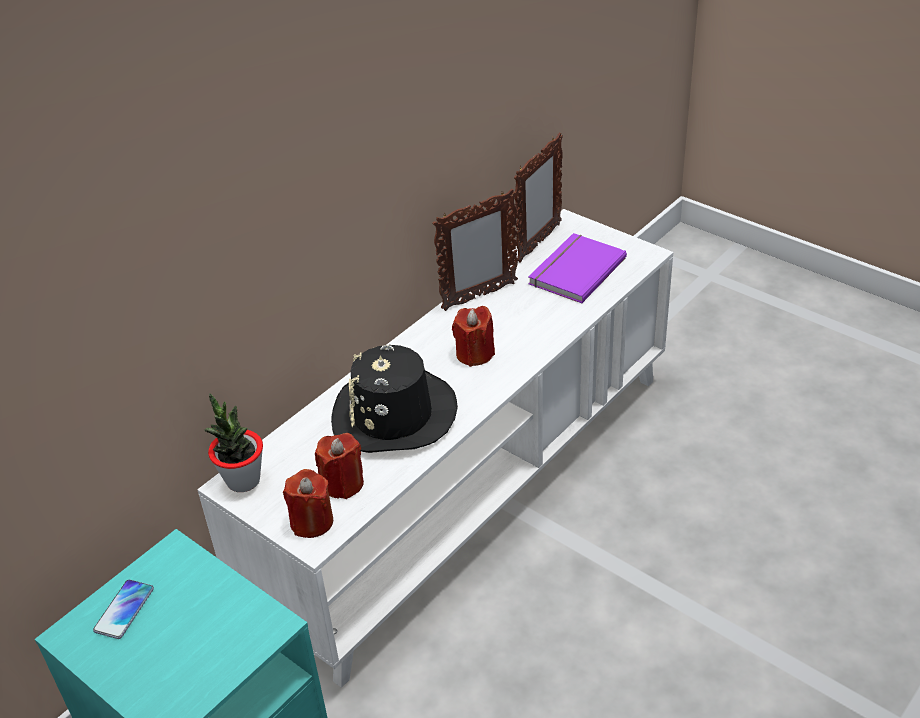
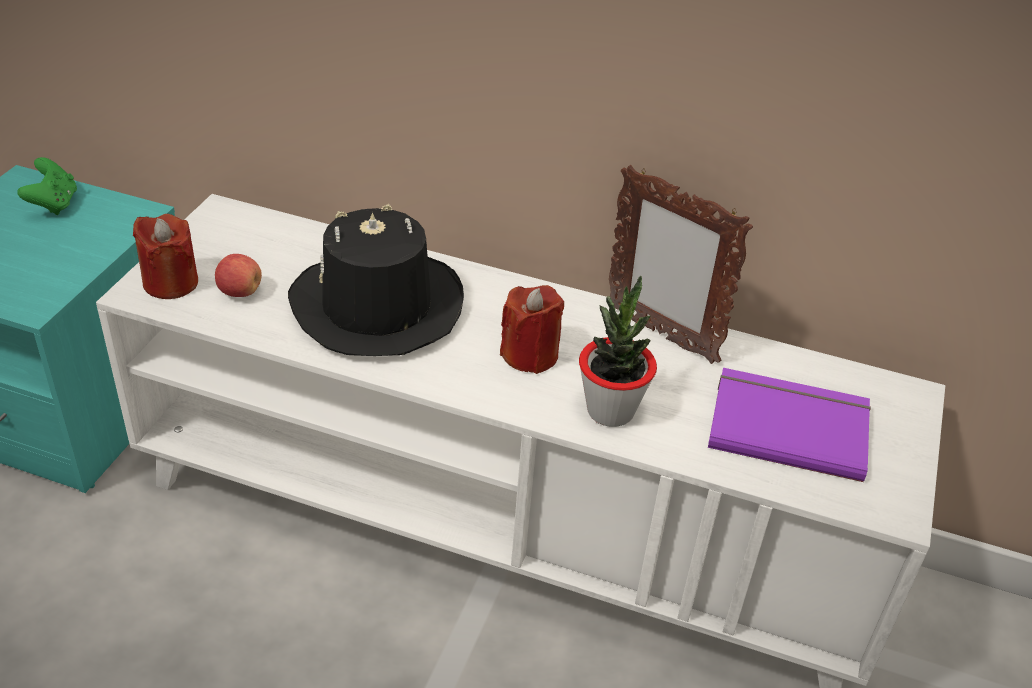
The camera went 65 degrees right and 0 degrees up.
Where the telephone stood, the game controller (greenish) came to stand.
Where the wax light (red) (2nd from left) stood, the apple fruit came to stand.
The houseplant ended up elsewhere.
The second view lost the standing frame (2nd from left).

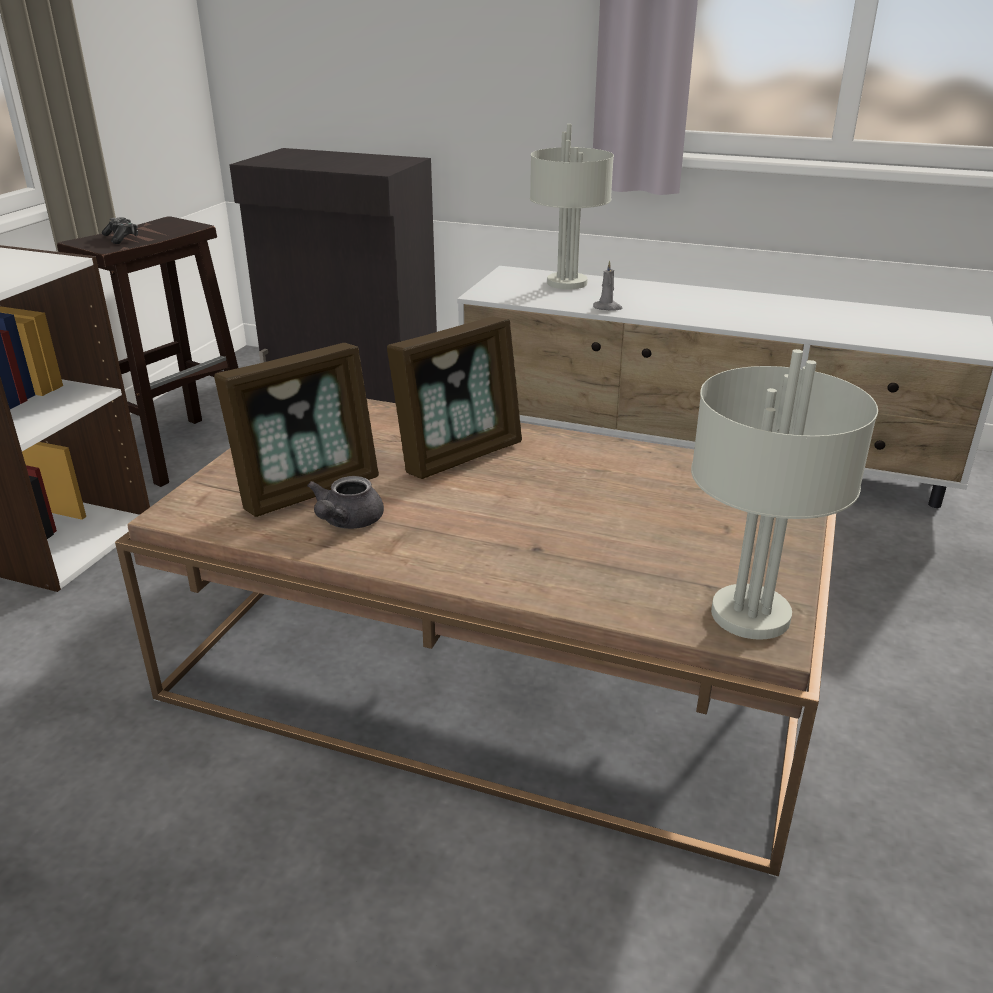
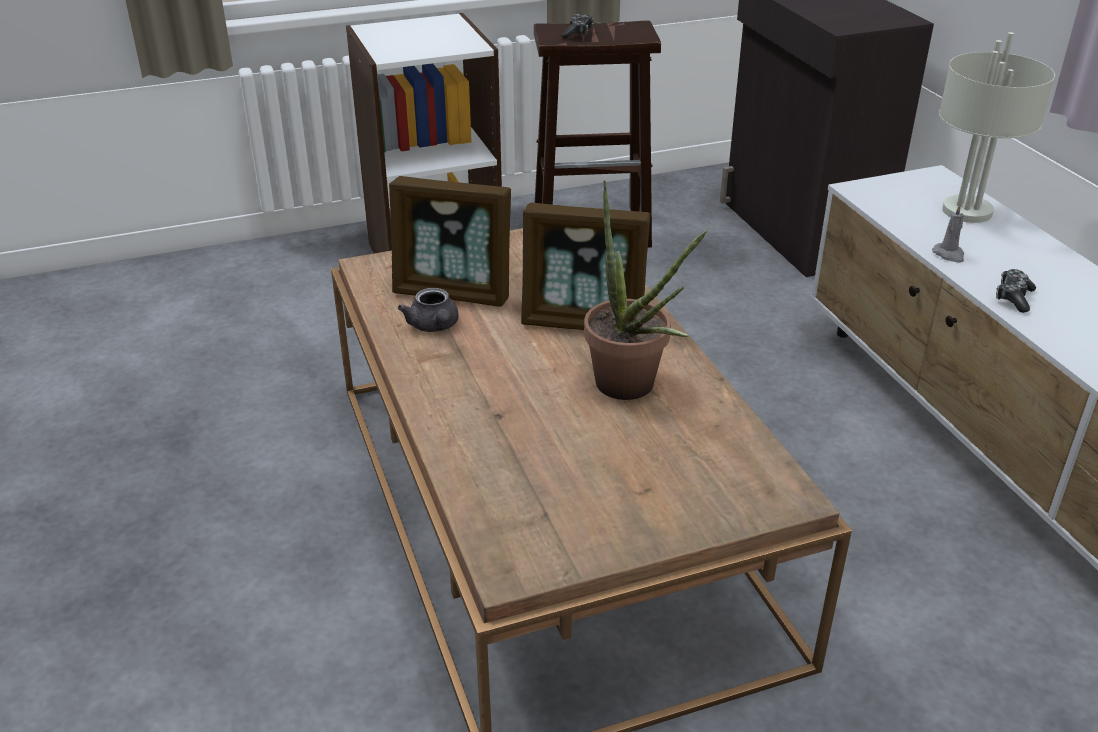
The camera went 50 degrees right and 5 degrees up.
The tea pot (greyish) ended up facing another way, 90 degrees counterclockwise from before.
The second view gained the houseplant.
The second view gained the game controller (2nd from left).
The second view lost the table lamp (greyish) (2nd from left).

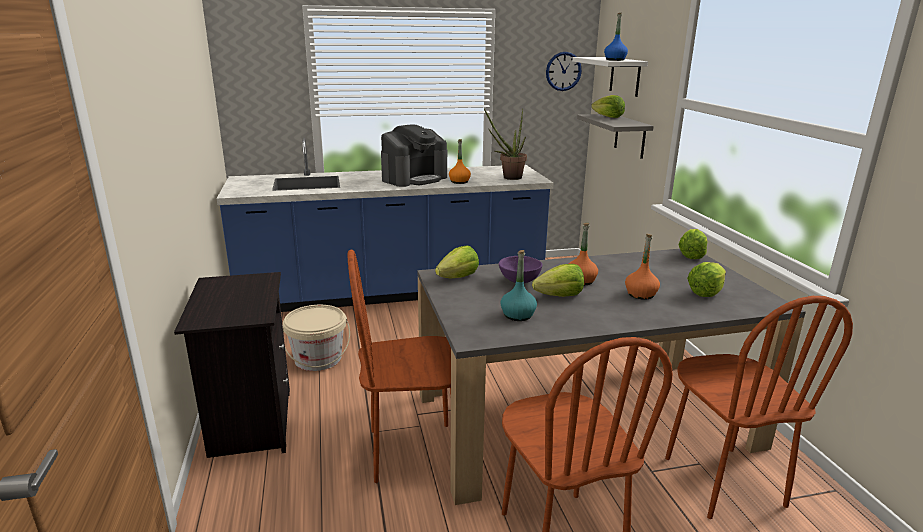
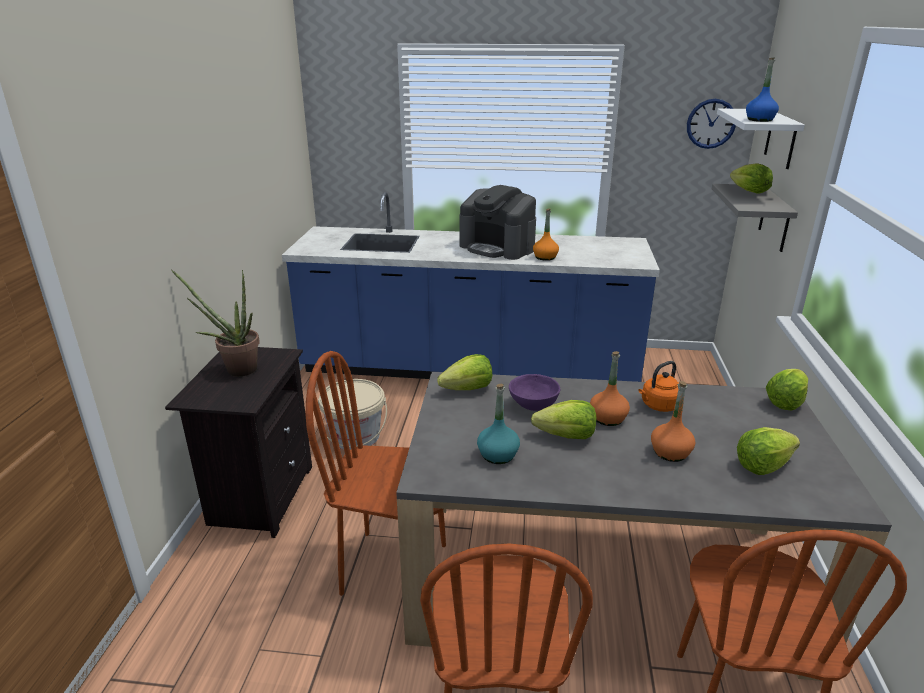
The camera went 20 degrees right and 5 degrees up.
The houseplant ended up elsewhere.
The coffee maker ended up facing another way, 60 degrees clockwise from before.
The second view gained the tea kettle (orangey).

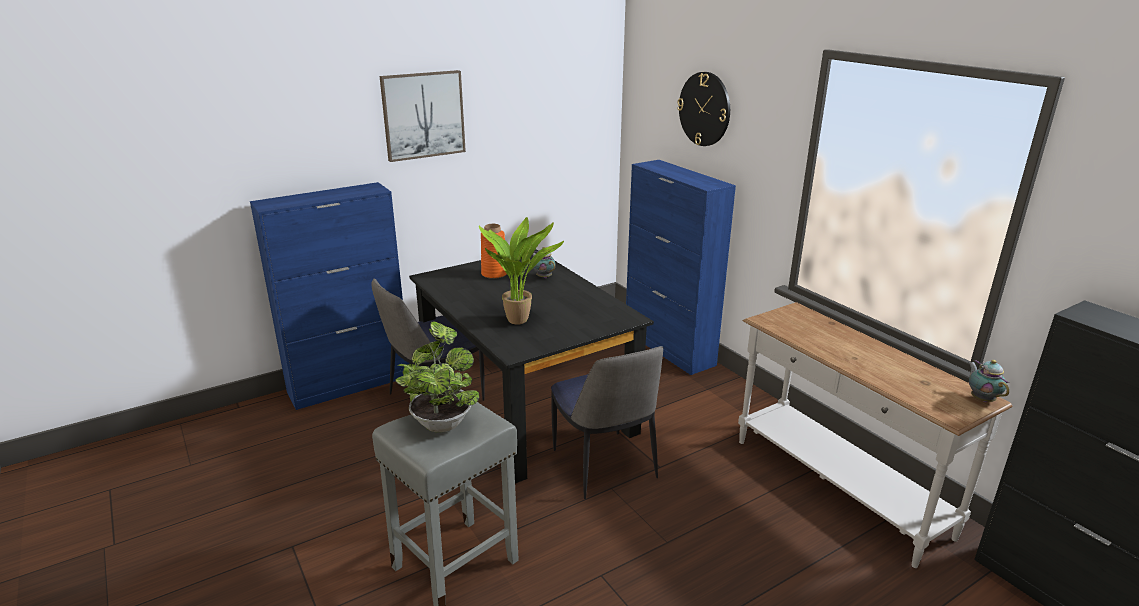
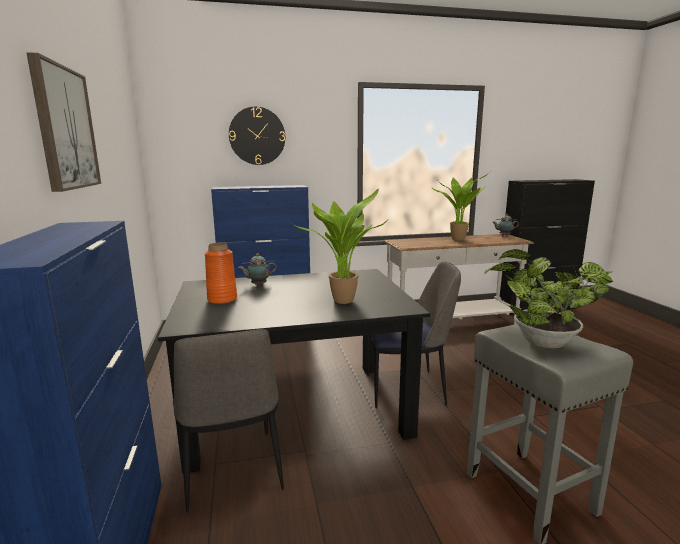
The camera went 70 degrees left and 10 degrees down.
The second view gained the houseplant (2nd from left).

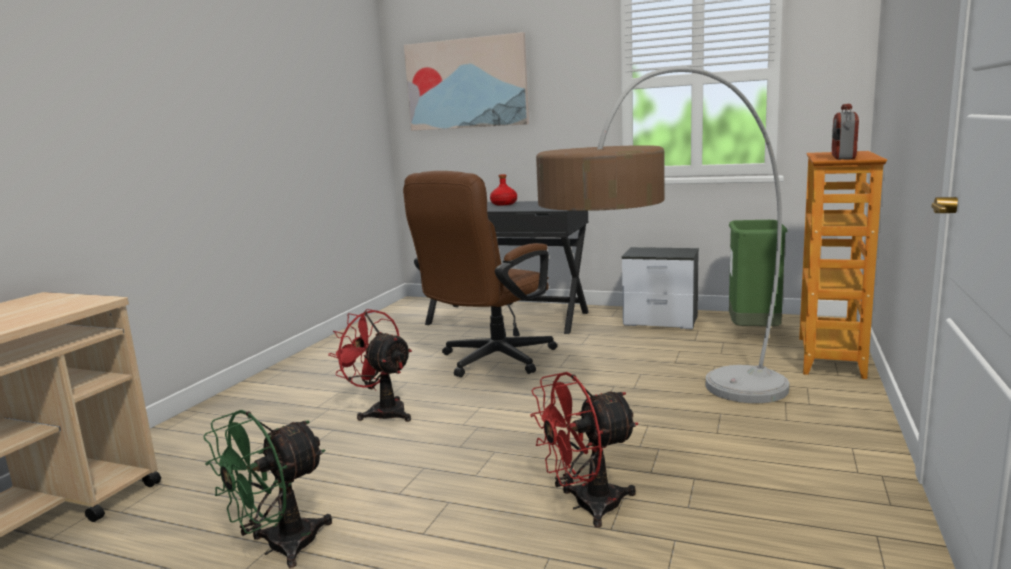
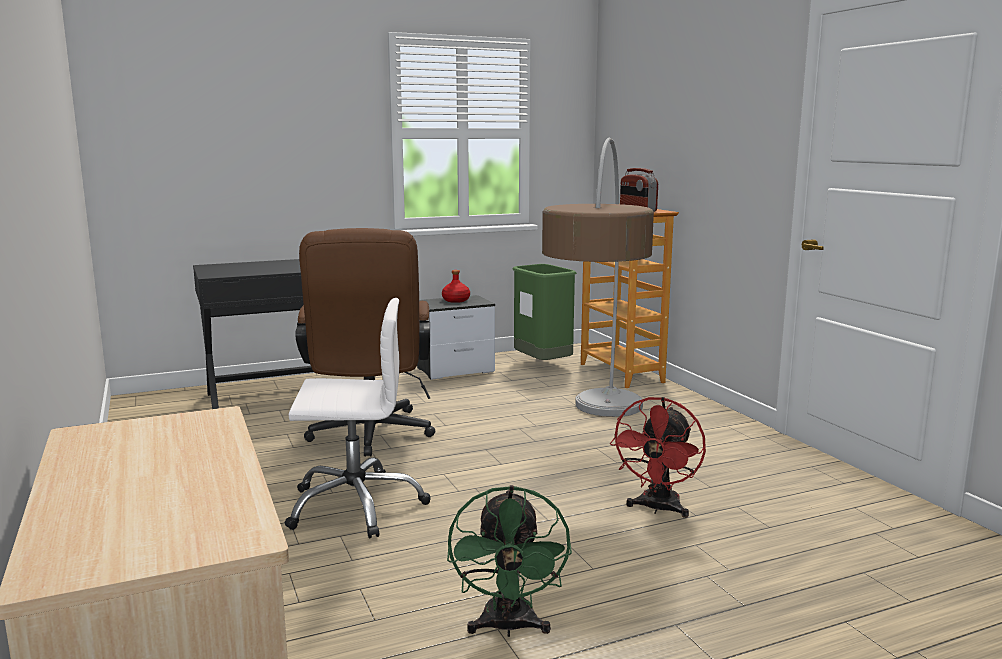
The camera went 45 degrees left and 0 degrees up.
Where the electric fan (red) (1st from left) stood, the computer chair (whitish) came to stand.
The bottle (red) ended up elsewhere.
The second view lost the picture.

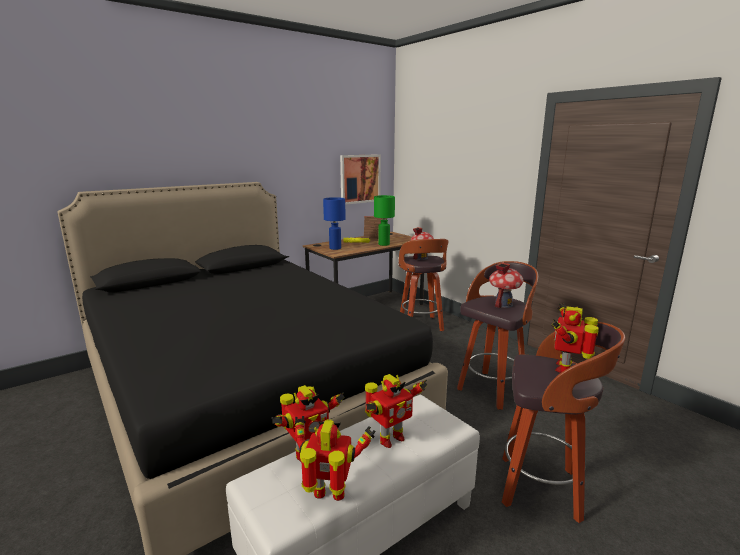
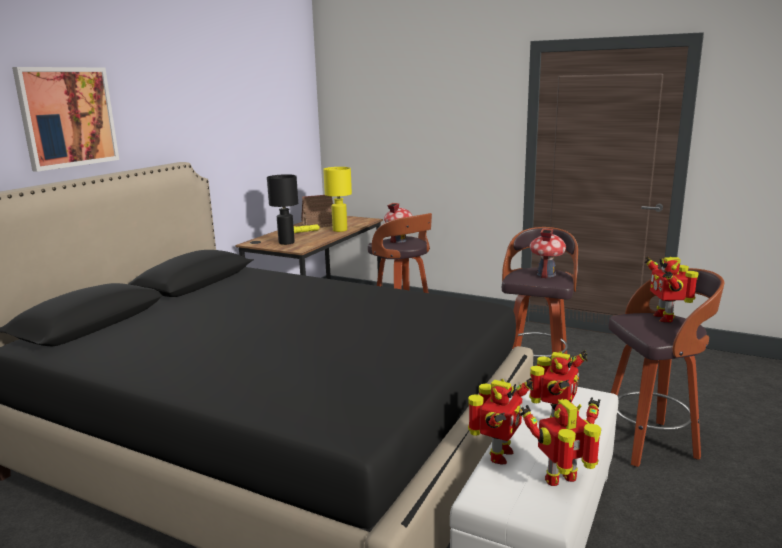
The camera went 25 degrees left and 0 degrees up.
The picture ended up elsewhere.
What was the table lamp (blue) turned into the table lamp (blackish).
What was the table lamp (greenish) turned into the table lamp (yellow-coloured).

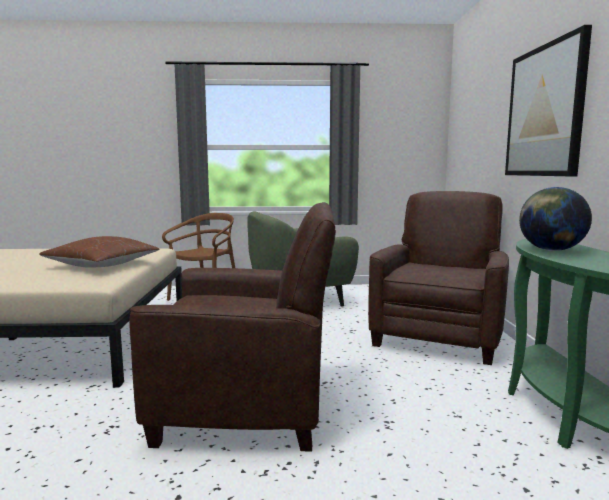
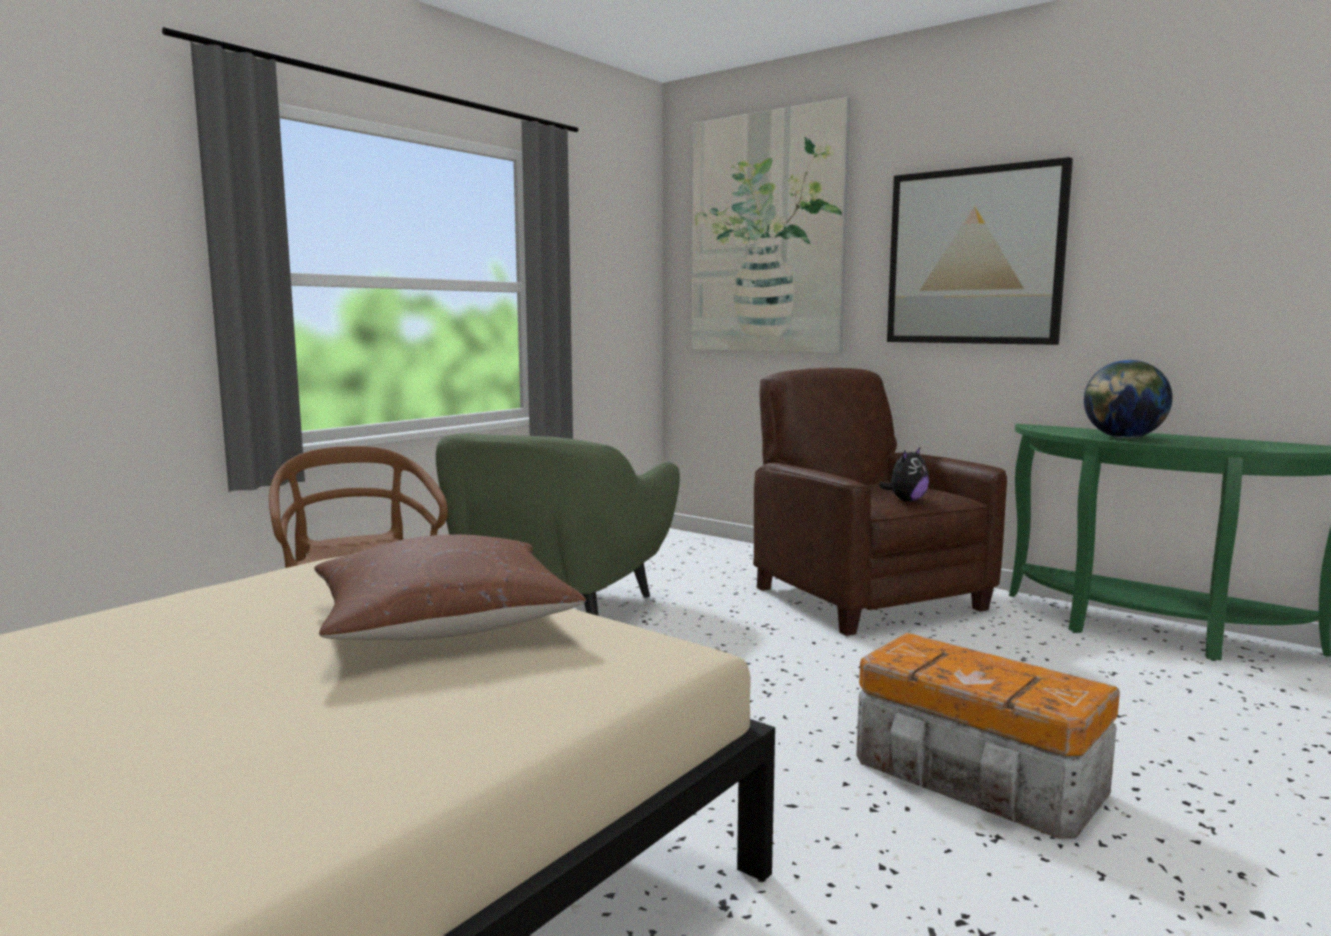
The camera went 50 degrees left and 0 degrees up.
The second view gained the picture (1st from left).
Where the lounge chair (brown) (1st from left) stood, the storage bin came to stand.
The second view gained the cuddly toy.

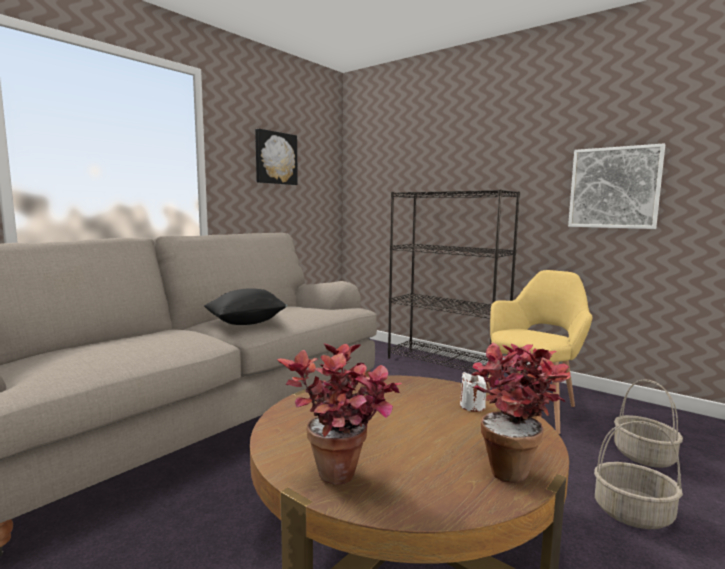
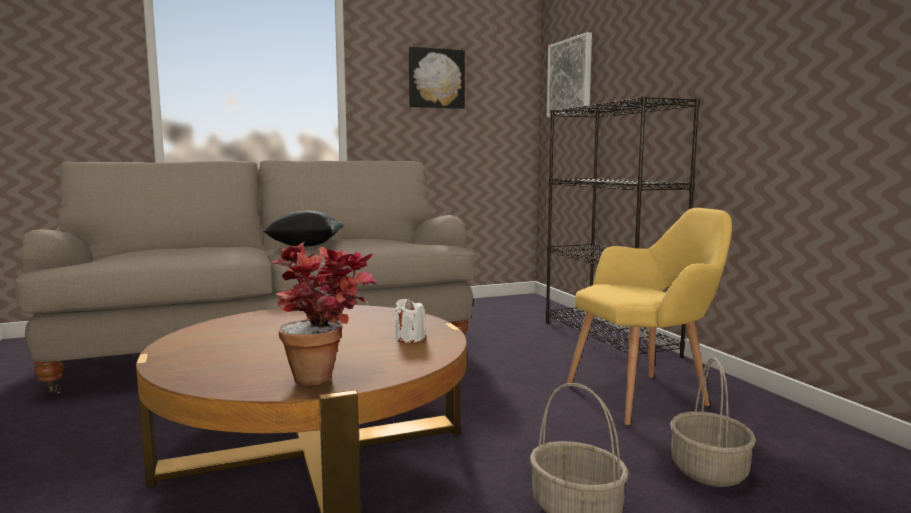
The camera went 30 degrees right and 0 degrees up.
The picture (2nd from left) ended up elsewhere.
The second view lost the houseplant (1st from left).

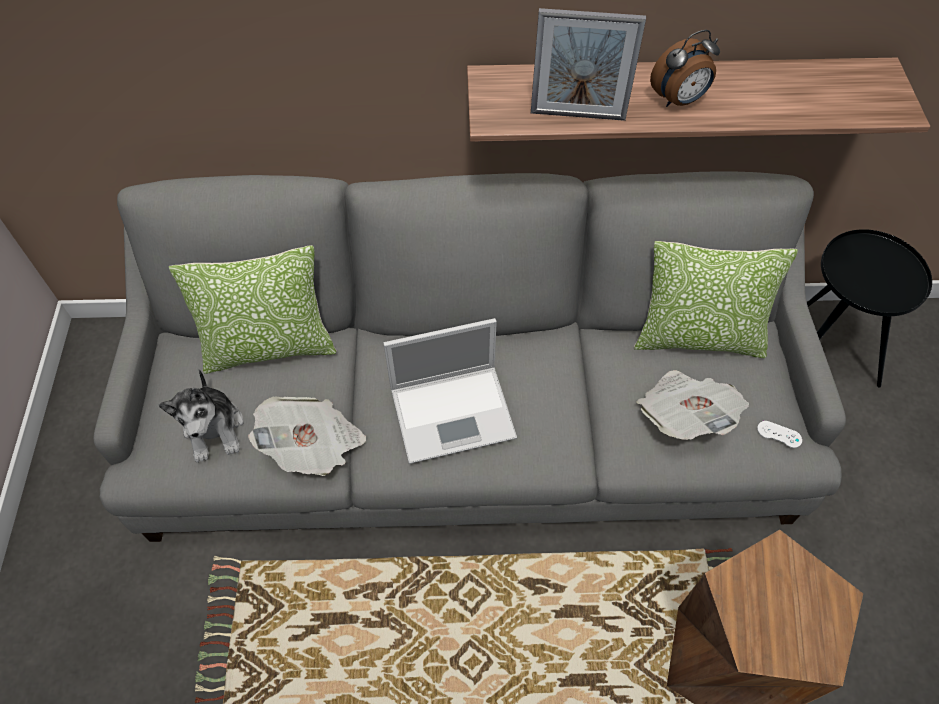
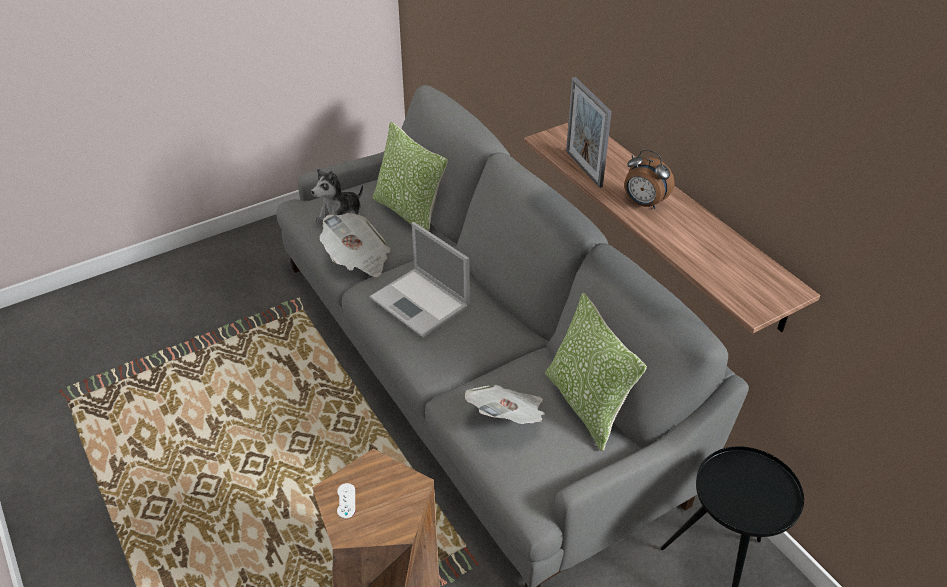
The camera went 60 degrees right and 15 degrees down.
The game controller (whitish) ended up elsewhere.

